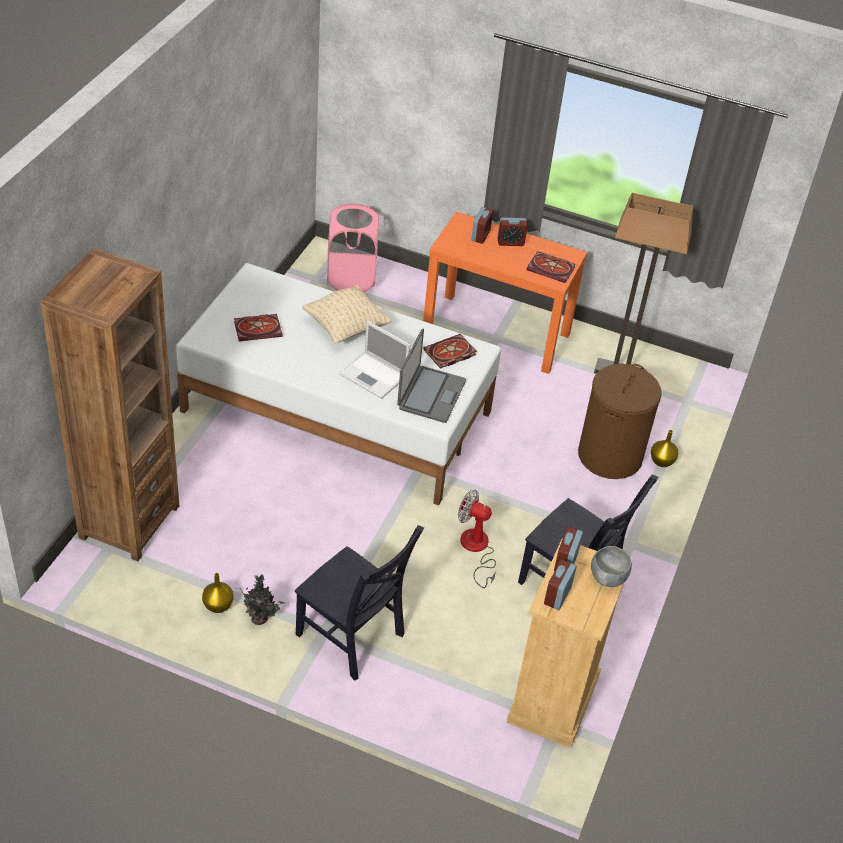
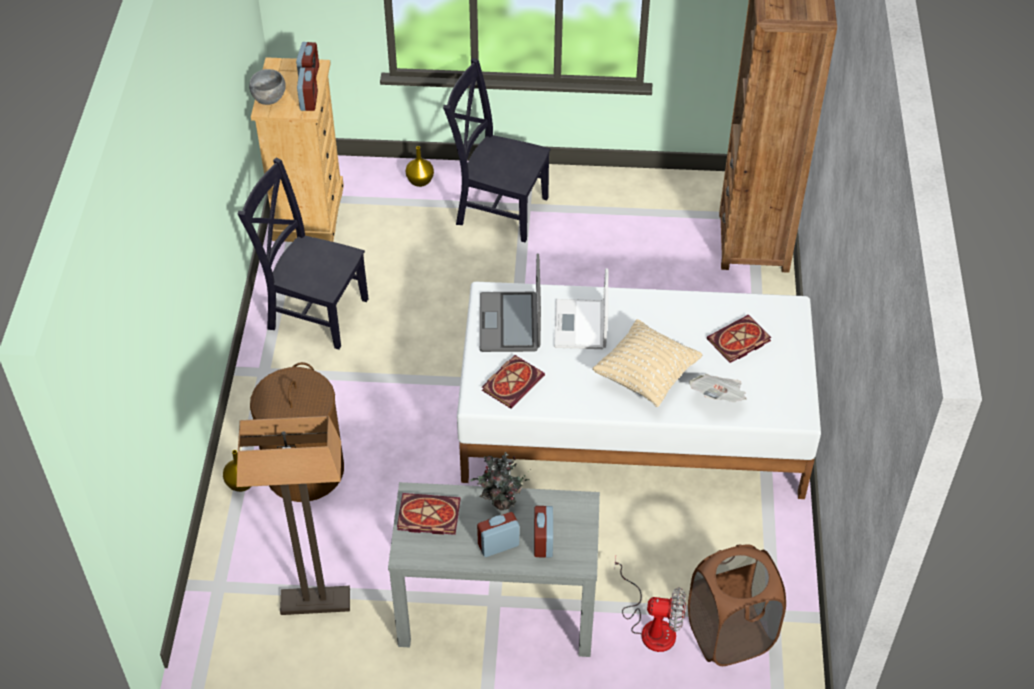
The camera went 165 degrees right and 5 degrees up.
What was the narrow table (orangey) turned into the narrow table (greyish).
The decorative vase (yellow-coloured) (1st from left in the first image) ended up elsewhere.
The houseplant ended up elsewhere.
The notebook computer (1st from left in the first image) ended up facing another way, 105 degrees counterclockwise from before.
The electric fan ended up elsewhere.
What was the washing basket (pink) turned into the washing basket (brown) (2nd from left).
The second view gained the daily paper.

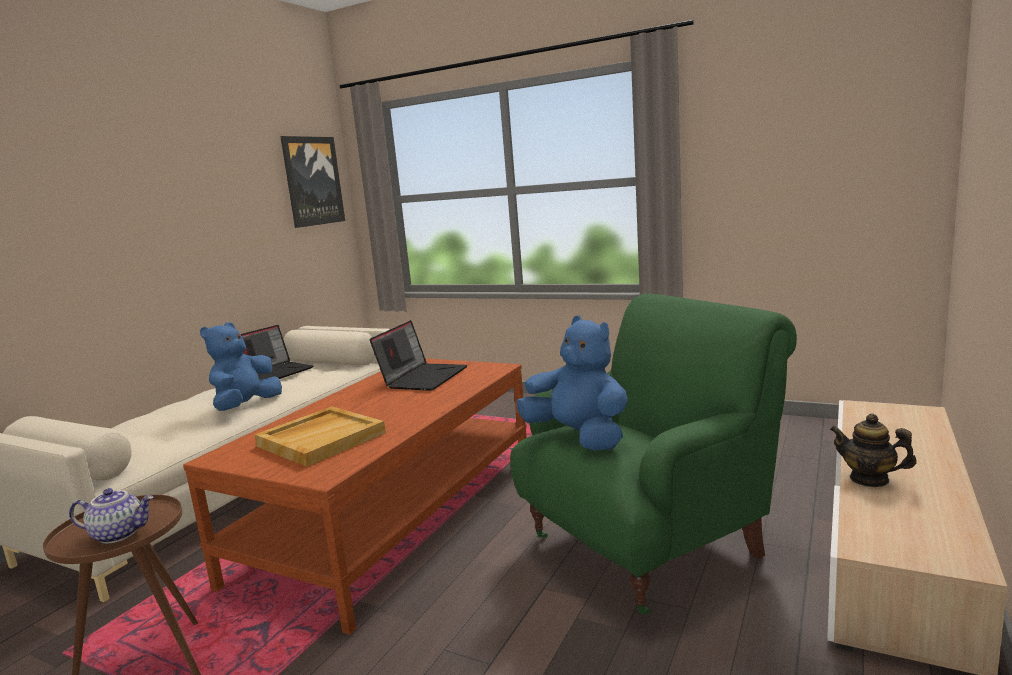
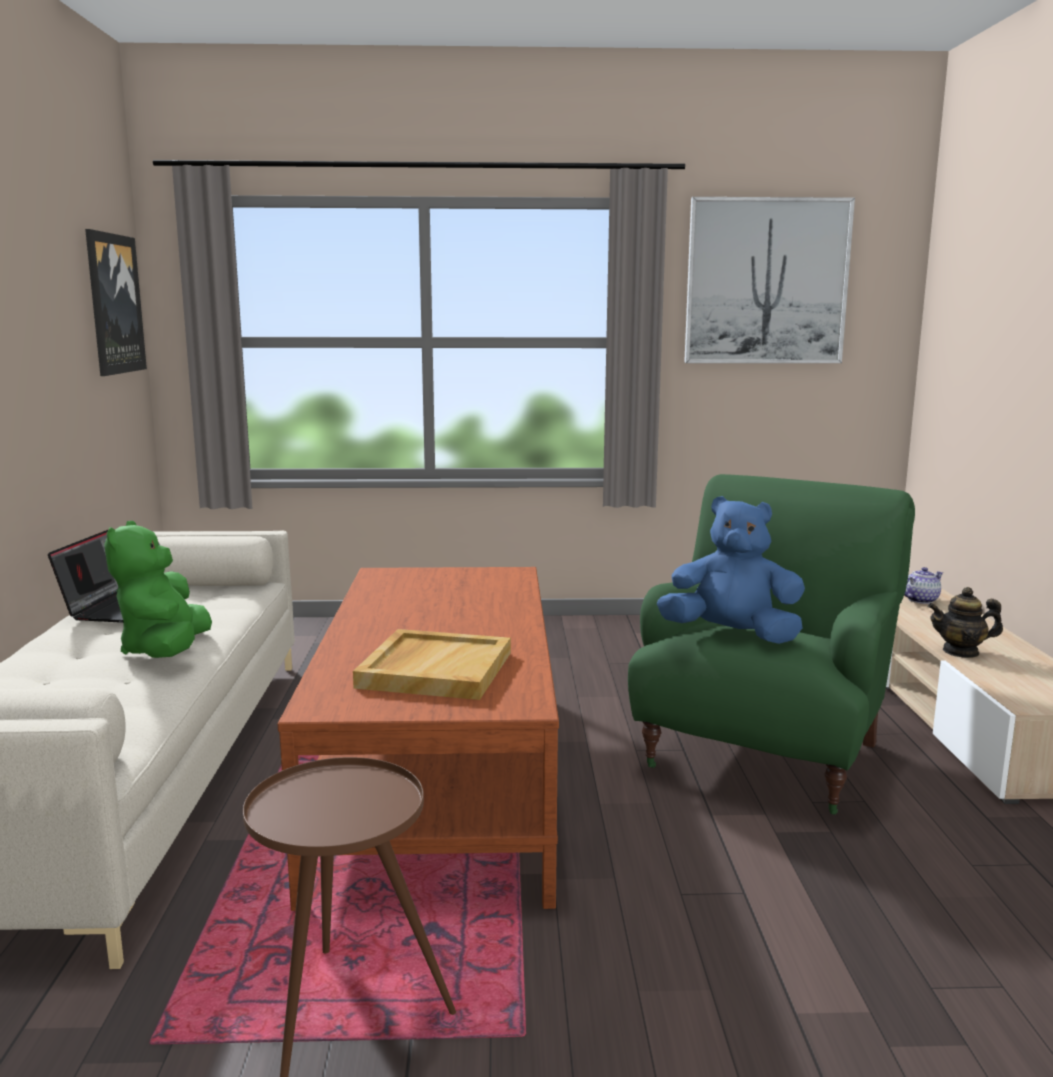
The camera went 30 degrees left and 0 degrees up.
What was the cuddly toy (blue) (1st from left) turned into the cuddly toy (greenish).
The second view gained the picture (2nd from left).
The tea pot (1st from left) ended up elsewhere.
The second view lost the notebook computer (2nd from left).

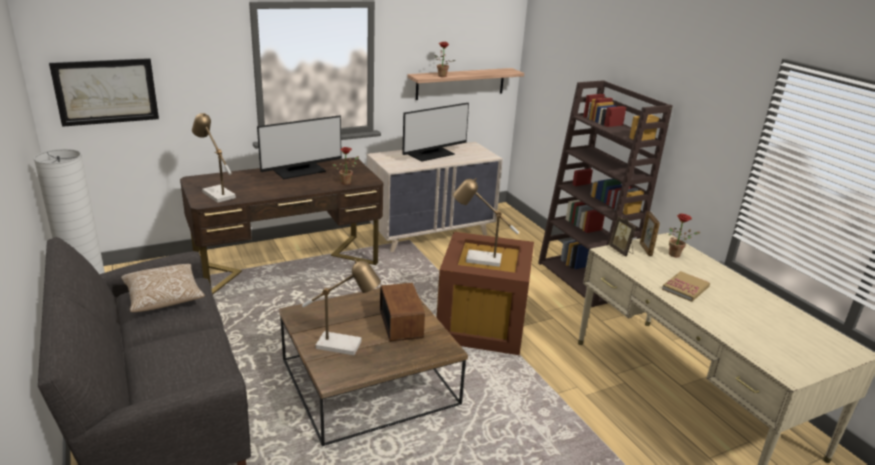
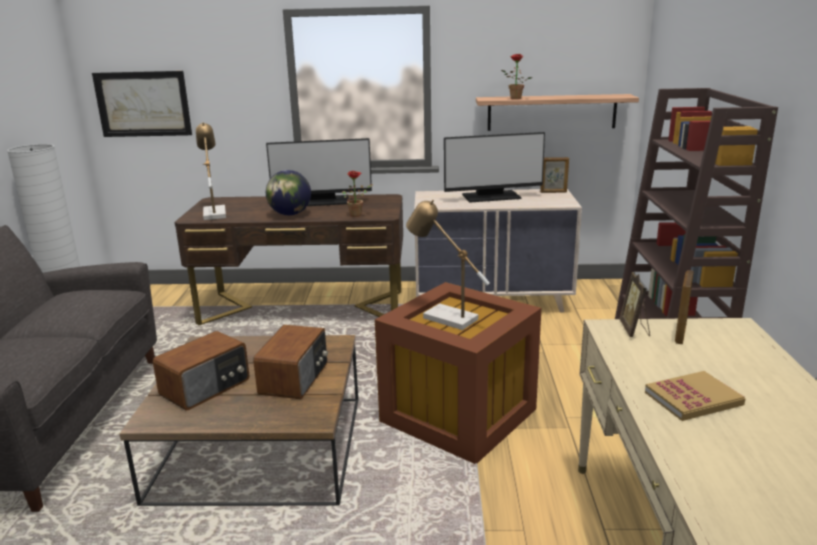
The camera went 30 degrees right and 5 degrees down.
Where the table lamp (2nd from left) stood, the radio set (1st from left) came to stand.
The second view gained the world globe.
The second view gained the standing frame (1st from left).
The second view lost the cushion.
The second view lost the houseplant (3rd from left).

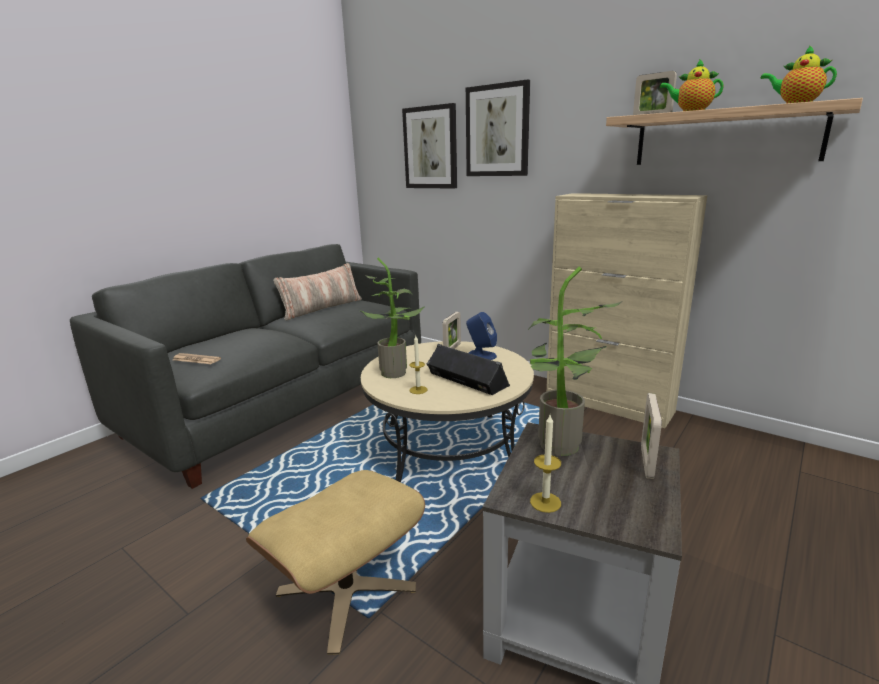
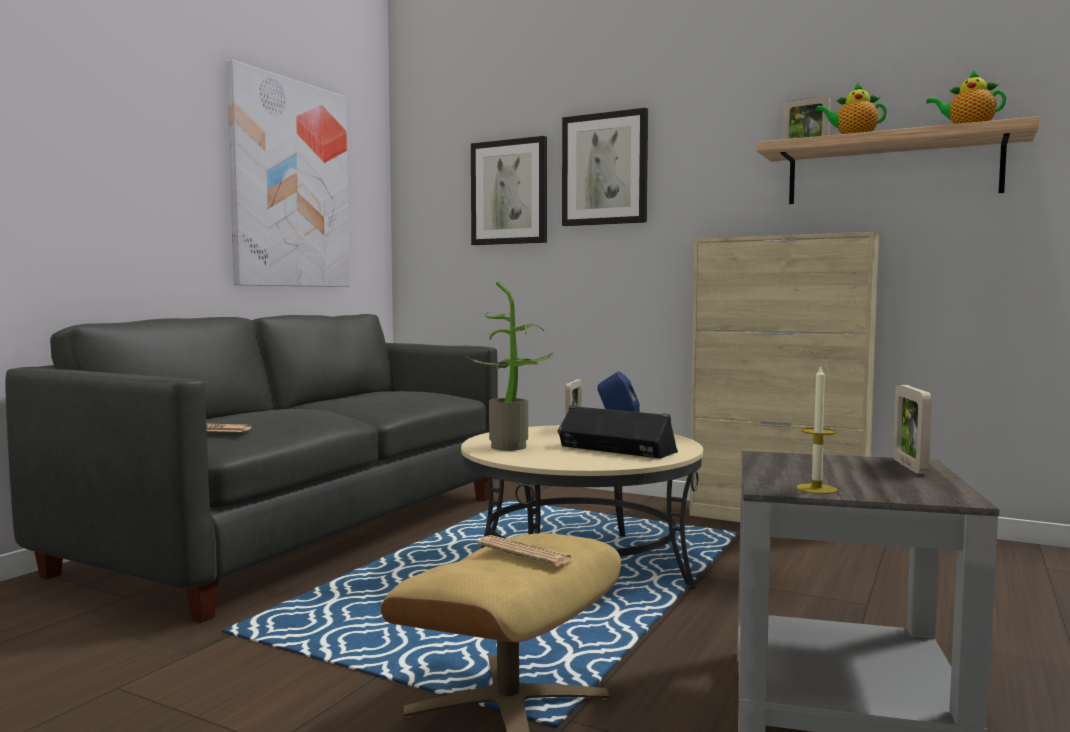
The camera went 10 degrees left and 15 degrees down.
The second view gained the picture (1st from left).
The second view gained the daily paper (2nd from left).
The second view lost the cushion.
The second view lost the wax light (1st from left).
The second view lost the houseplant (2nd from left).

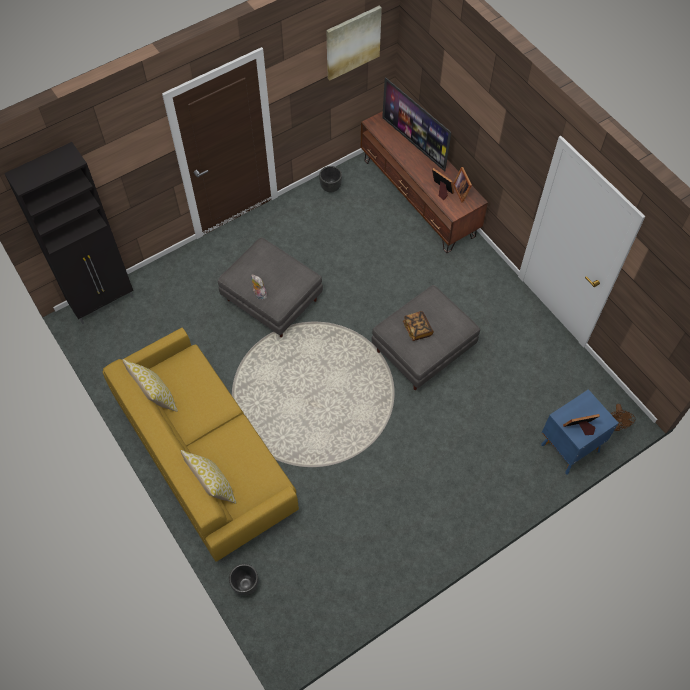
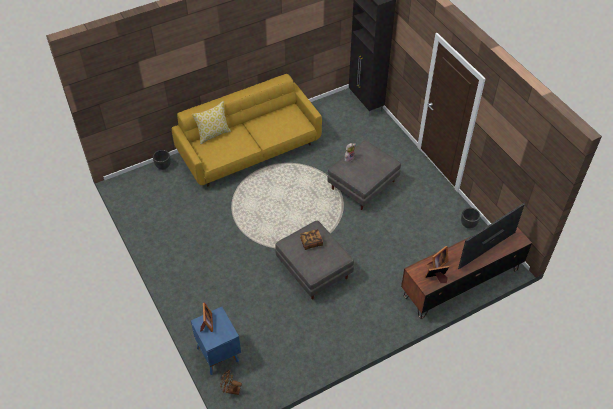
The camera went 95 degrees right and 10 degrees down.
The second view lost the cushion (1st from left).
The second view lost the picture.

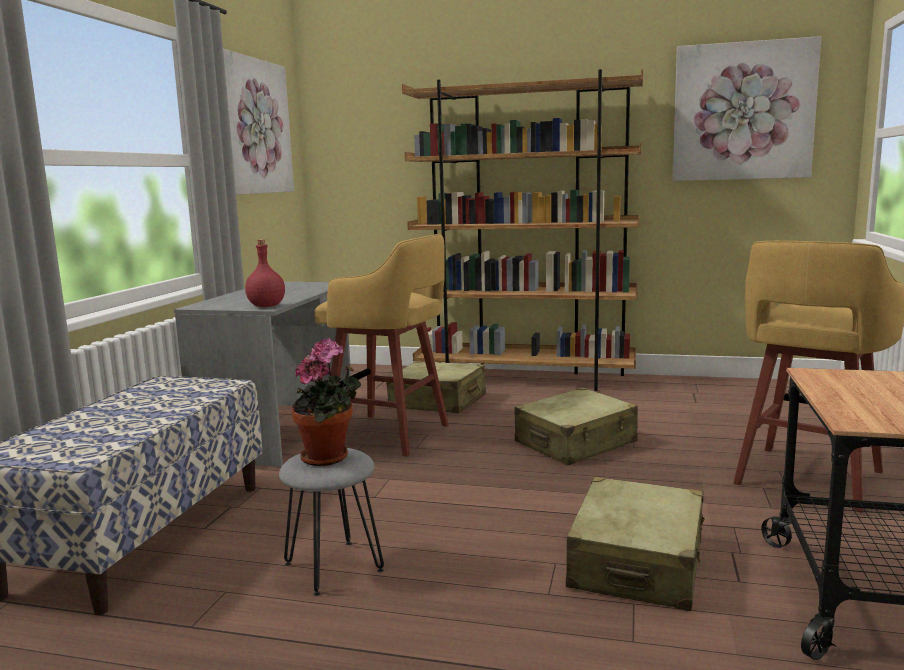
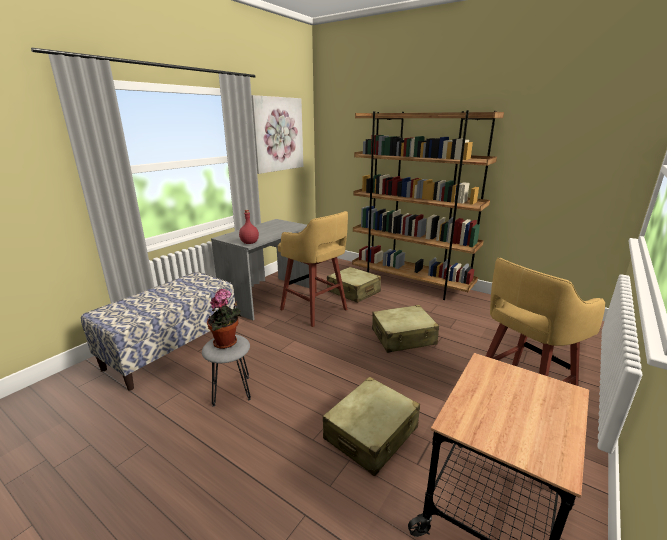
The camera went 20 degrees right and 10 degrees up.
The second view lost the picture (2nd from left).

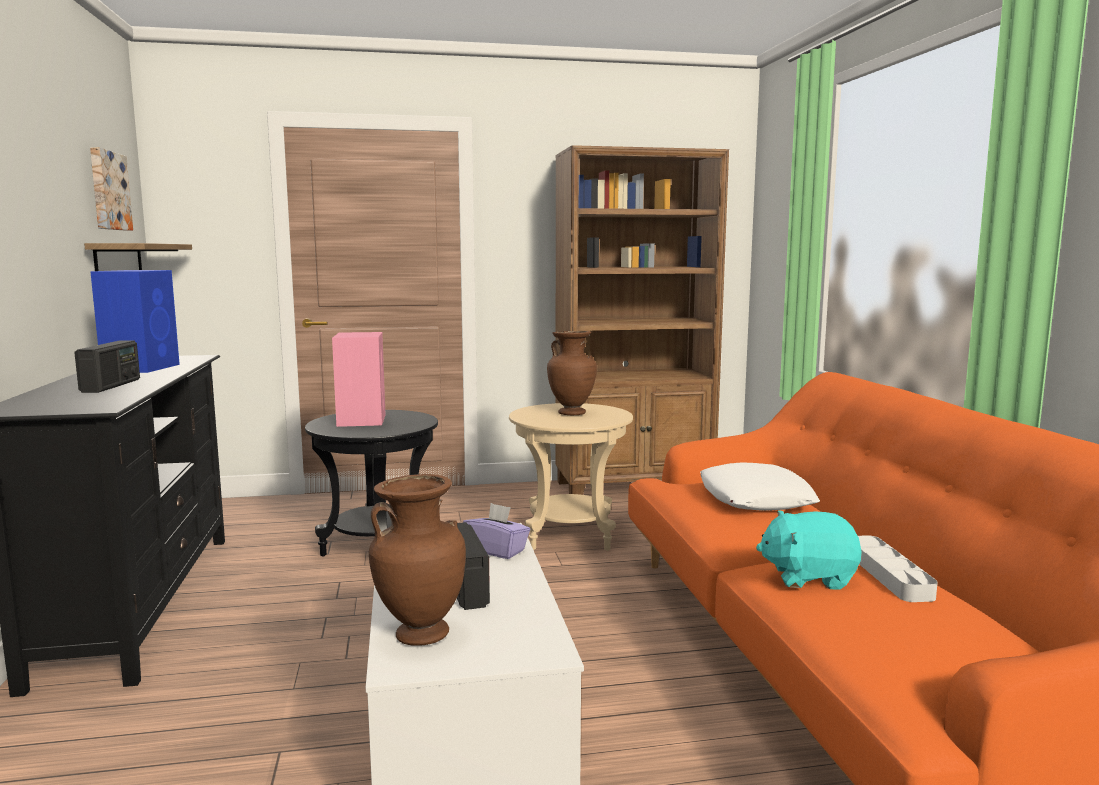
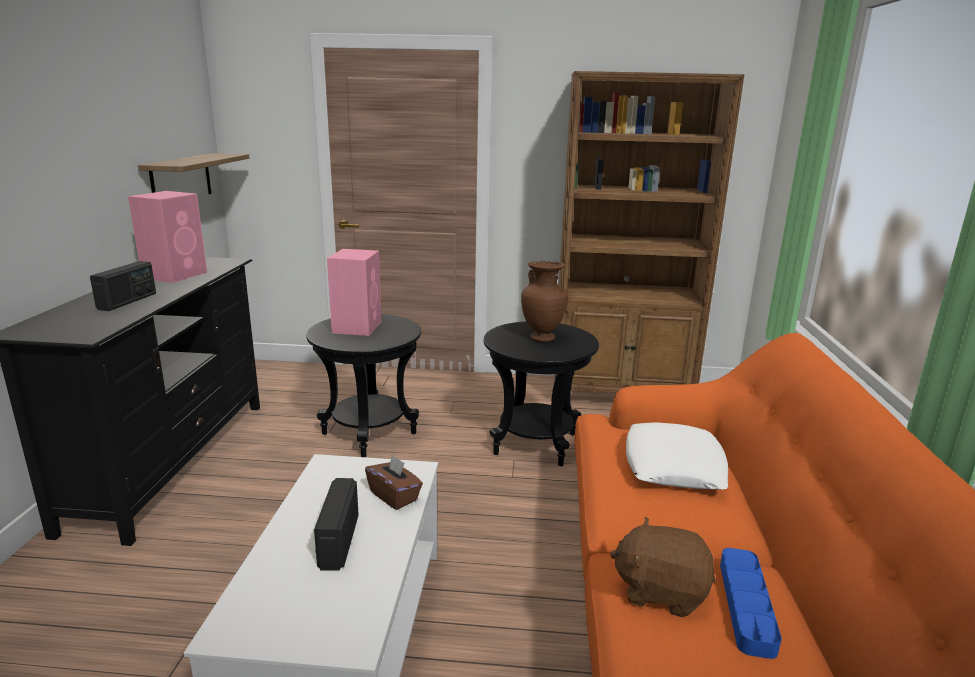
The camera went 15 degrees right and 10 degrees up.
What was the speaker (blue) turned into the speaker (pink) (1st from left).
What was the tissue box (purple-coloured) turned into the tissue box (brown).
What was the end table (beige-coloured) turned into the end table (blackish) (2nd from left).
What was the cuddly toy (blue-green) turned into the cuddly toy (brown).
What was the serving tray (greyish) turned into the serving tray (blue).
The second view lost the picture.
The second view lost the decorative vase (brown) (1st from left).

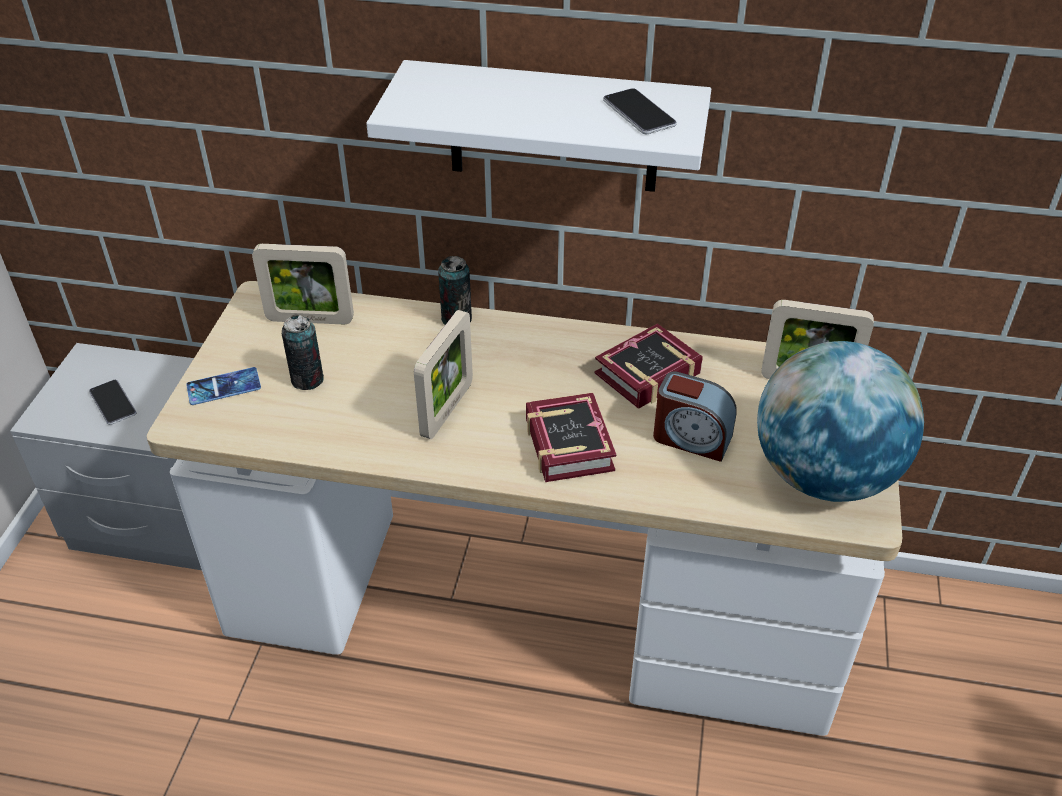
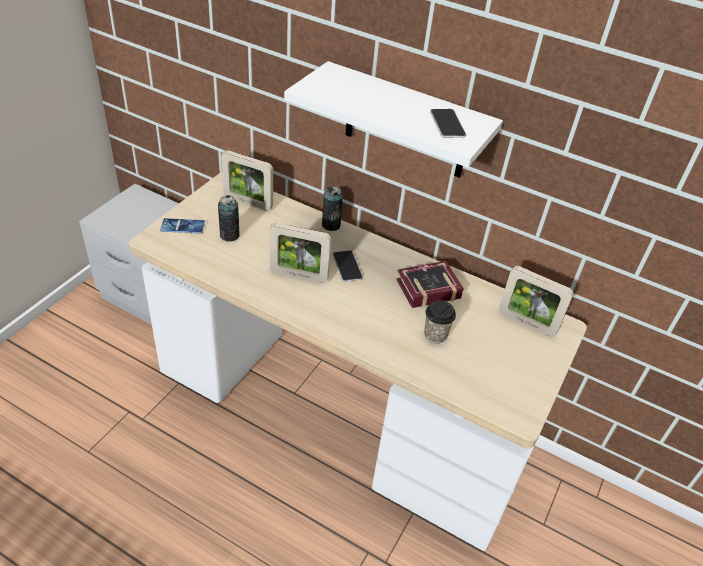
The camera went 15 degrees right and 0 degrees up.
The standing frame (2nd from left) ended up facing another way, 60 degrees clockwise from before.
The telephone (1st from left in the first image) ended up elsewhere.
Where the bedside clock stood, the drinking cup came to stand.
The second view lost the book (1st from left).
The second view lost the world globe.

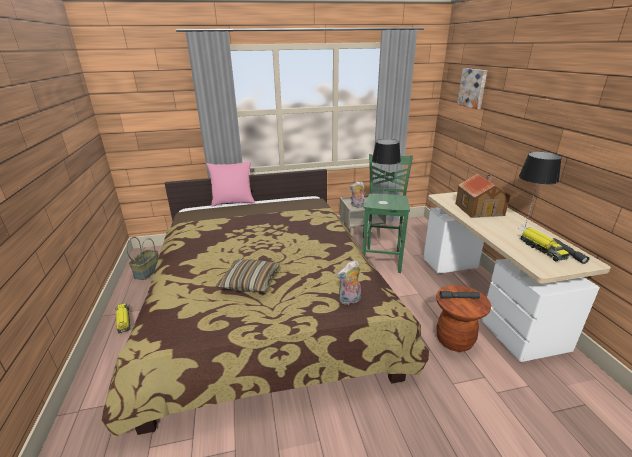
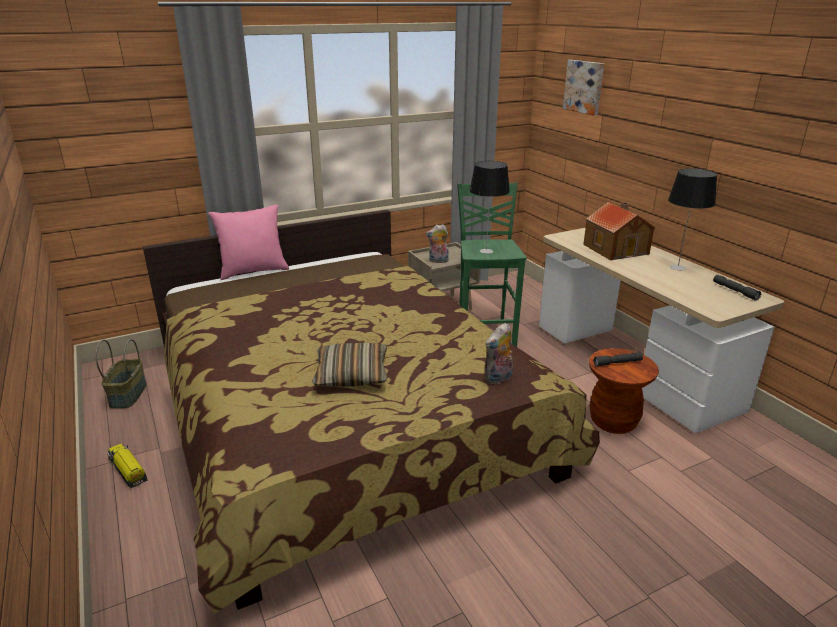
The camera went 15 degrees left and 0 degrees up.
The second view lost the model truck (2nd from left).

